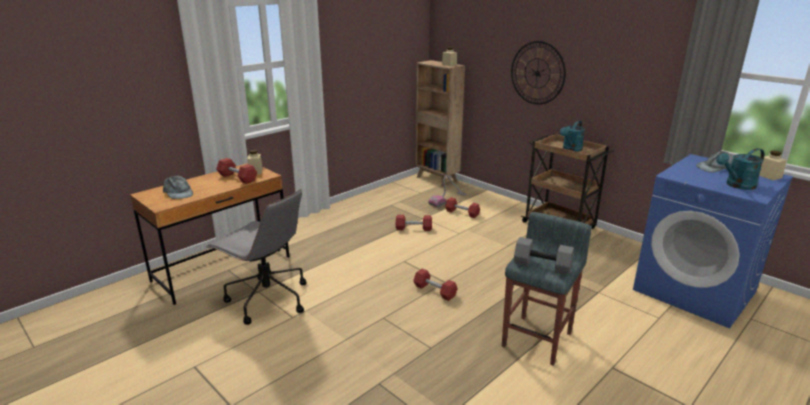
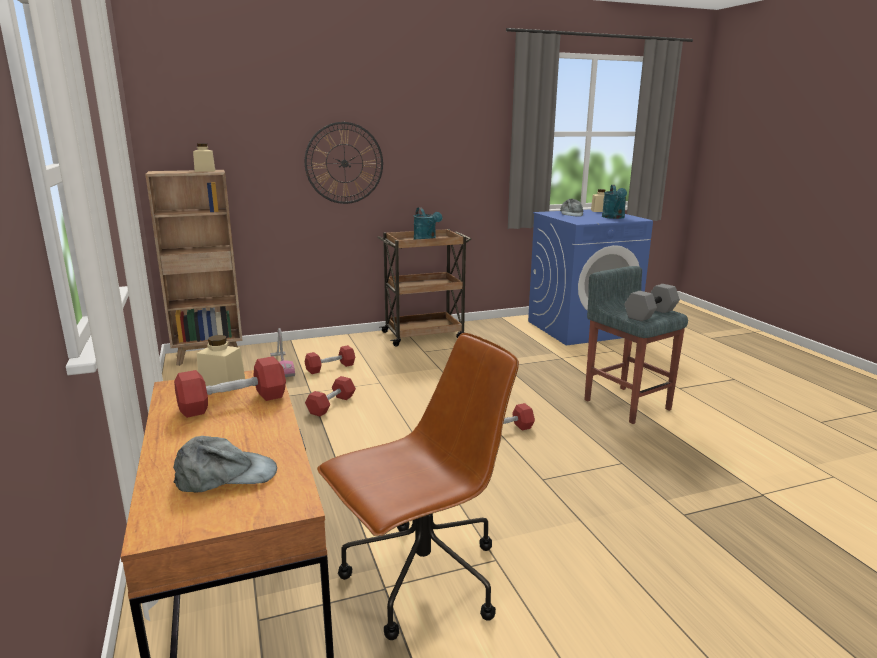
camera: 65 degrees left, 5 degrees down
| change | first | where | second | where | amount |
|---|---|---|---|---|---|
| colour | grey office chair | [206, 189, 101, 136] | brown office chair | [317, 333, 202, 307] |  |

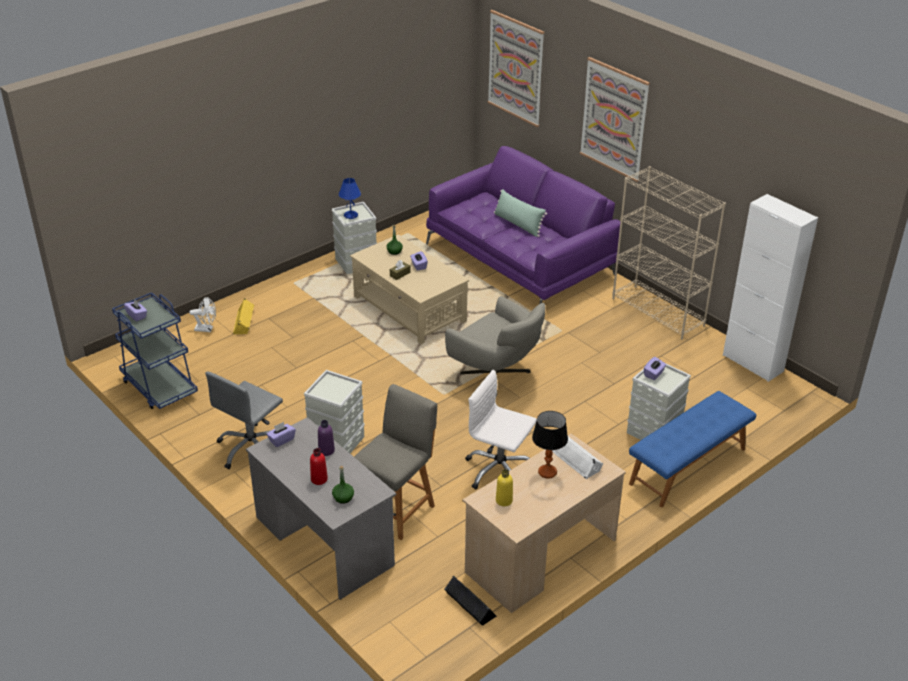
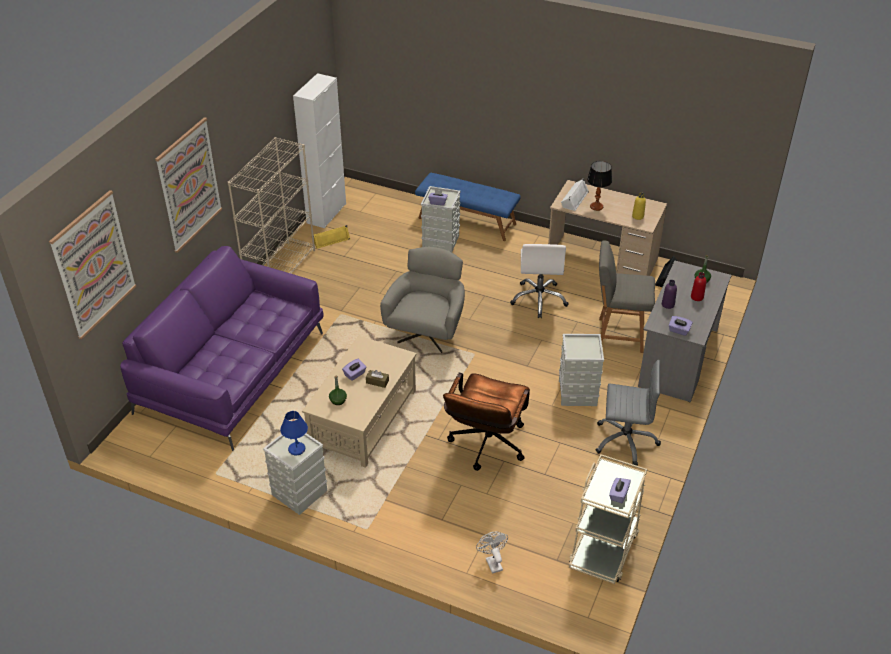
camera: 115 degrees left, 5 degrees up
| change | first | where | second | where | amount |
|---|---|---|---|---|---|
| missing | green pillow | [494, 189, 53, 48] |  |  |  |
| appeared |  |  | brown office chair | [443, 373, 87, 98] |  |
| relocated | yellow speaker | [233, 298, 21, 36] |  | [311, 225, 39, 24] |  |
| colour | blue cart | [112, 292, 86, 117] | beige cart | [569, 454, 78, 130] |  |

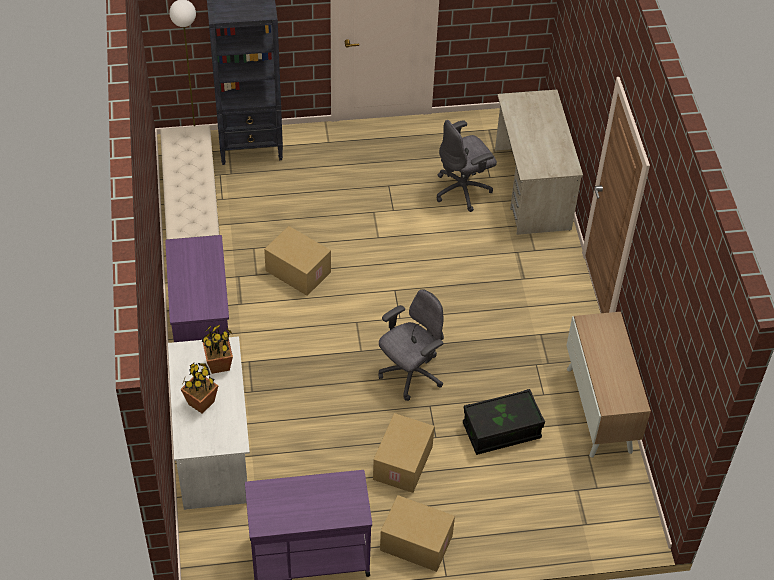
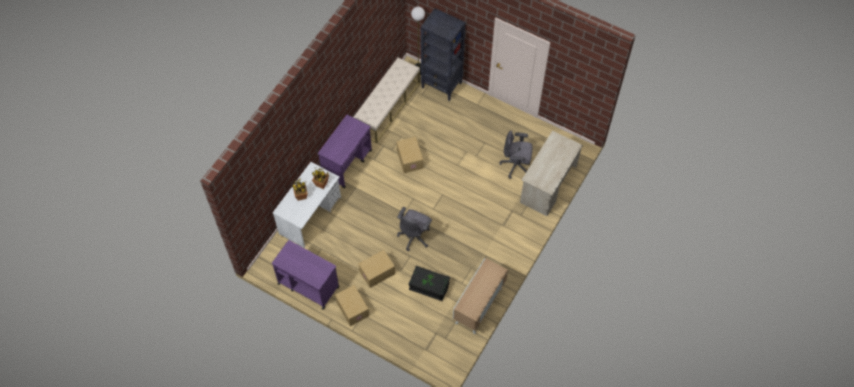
camera: 40 degrees right, 10 degrees up
| change | first | where | second | where | amount |
|---|---|---|---|---|---|
| spun | grey office chair | [378, 289, 66, 112] |  | [397, 207, 35, 44] | 120 degrees clockwise |

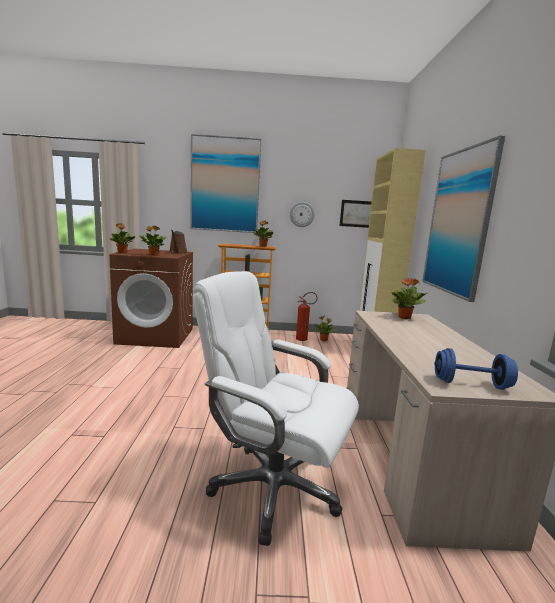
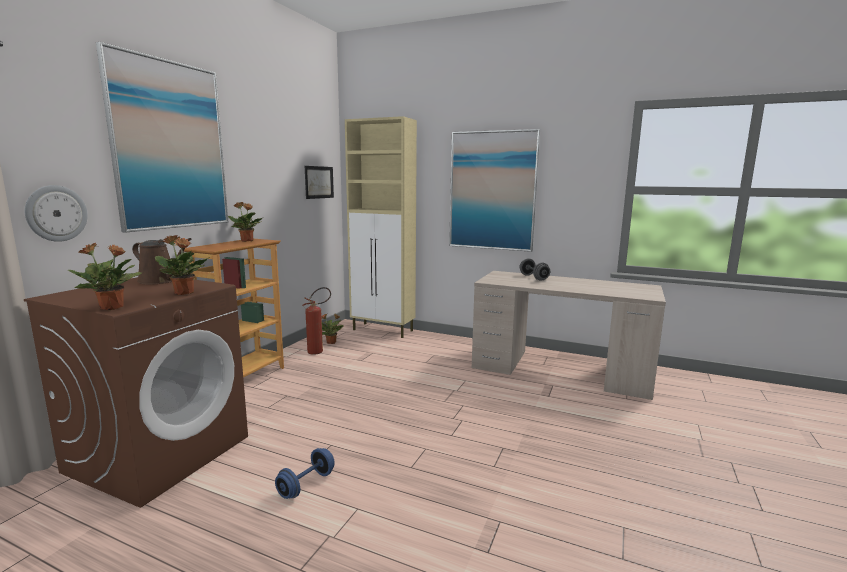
camera: 65 degrees left, 0 degrees up
| change | first | where | second | where | amount |
|---|---|---|---|---|---|
| missing | white office chair | [193, 271, 166, 275] |  |  |  |
| missing | potted plant | [391, 278, 36, 41] |  |  |  |
| appeared |  |  | grey dumbbell | [520, 258, 30, 23] |  |
| relocated | wall clock | [290, 202, 25, 25] |  | [25, 185, 63, 57] |  |
| relocated | blue dumbbell | [434, 348, 84, 42] |  | [275, 448, 60, 51] |  |

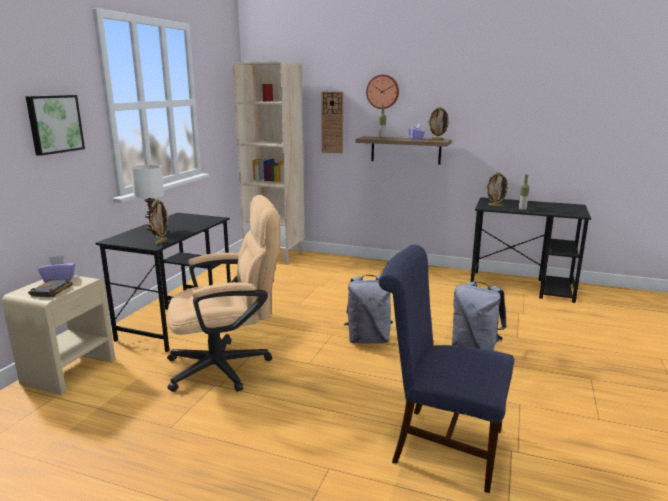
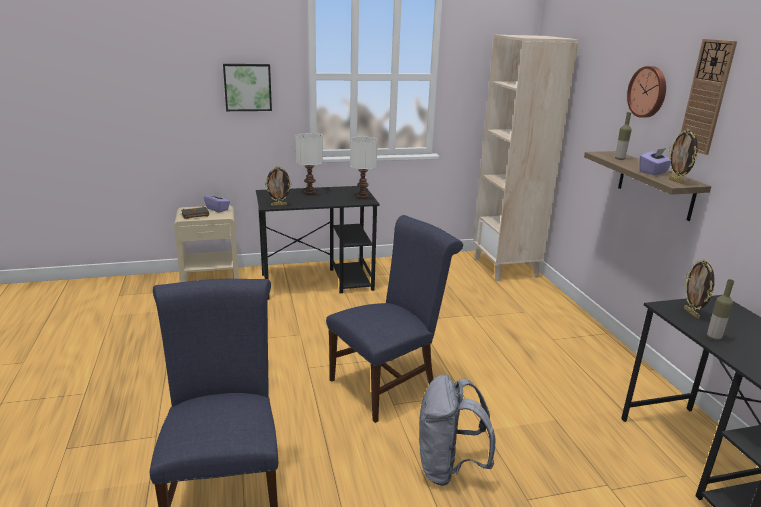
camera: 55 degrees right, 5 degrees up
| change | first | where | second | where | amount |
|---|---|---|---|---|---|
| missing | beige office chair | [167, 195, 114, 197] |  |  |  |
| appeared |  |  | white table lamp | [350, 136, 28, 63] |  |
| relocated | wall clock | [321, 91, 22, 63] |  | [681, 39, 56, 116] |  |
| exchanged | grey backpack | [344, 275, 49, 69] | blue chair | [326, 215, 137, 208] |  |

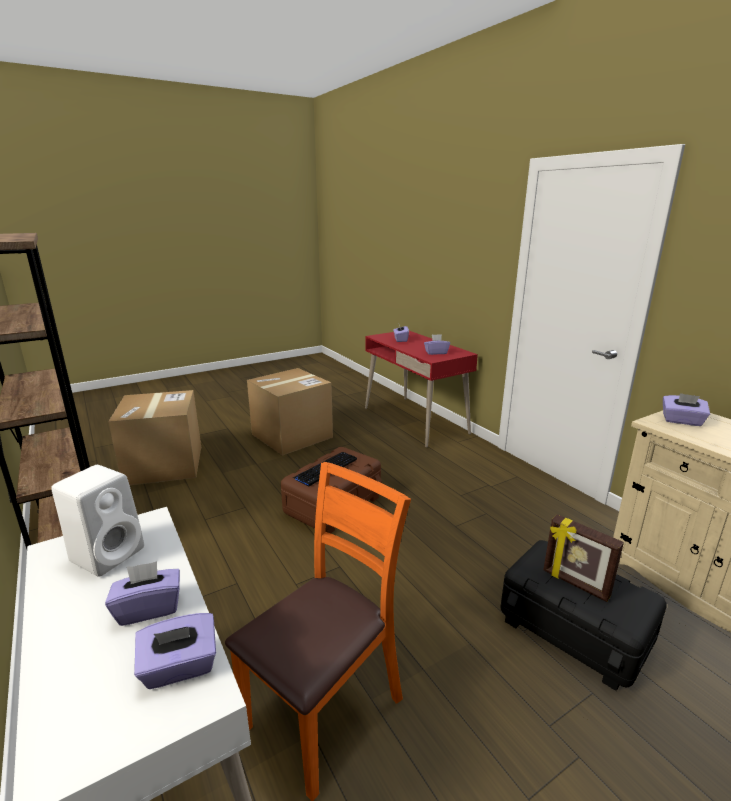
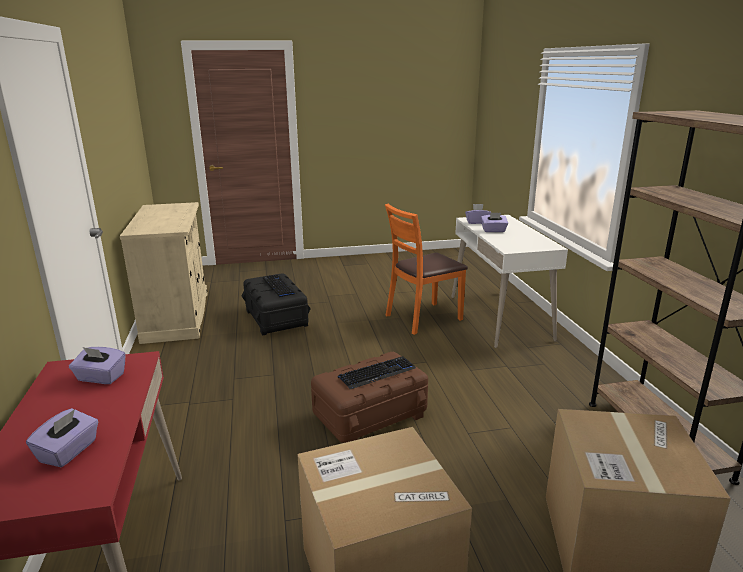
camera: 160 degrees left, 0 degrees up
| change | first | where | second | where | amount |
|---|---|---|---|---|---|
| missing | white speaker | [51, 465, 93, 112] |  |  |  |
| missing | purple tissue box | [663, 393, 47, 33] |  |  |  |
| exchanged | picture frame | [543, 514, 81, 88] | keyboard | [263, 274, 34, 23] |  |

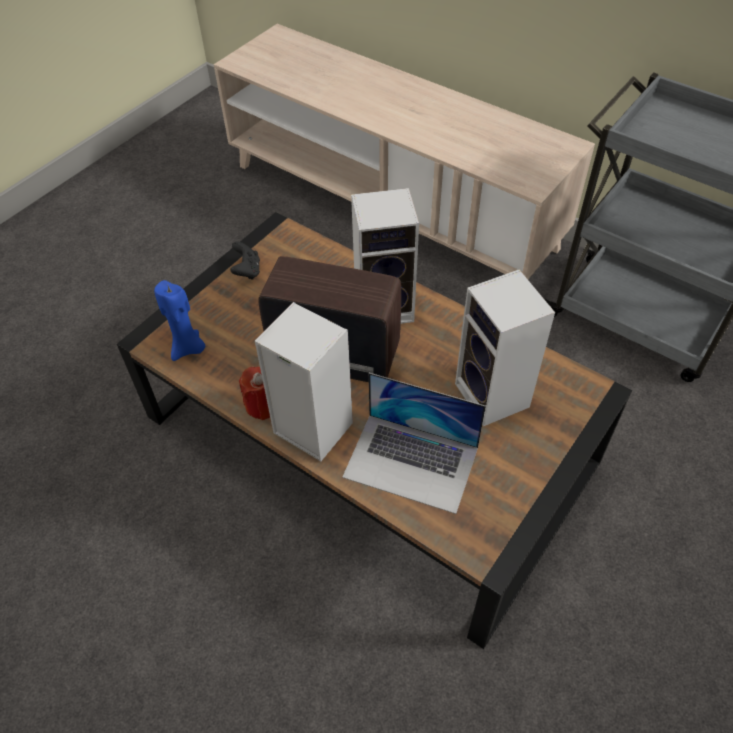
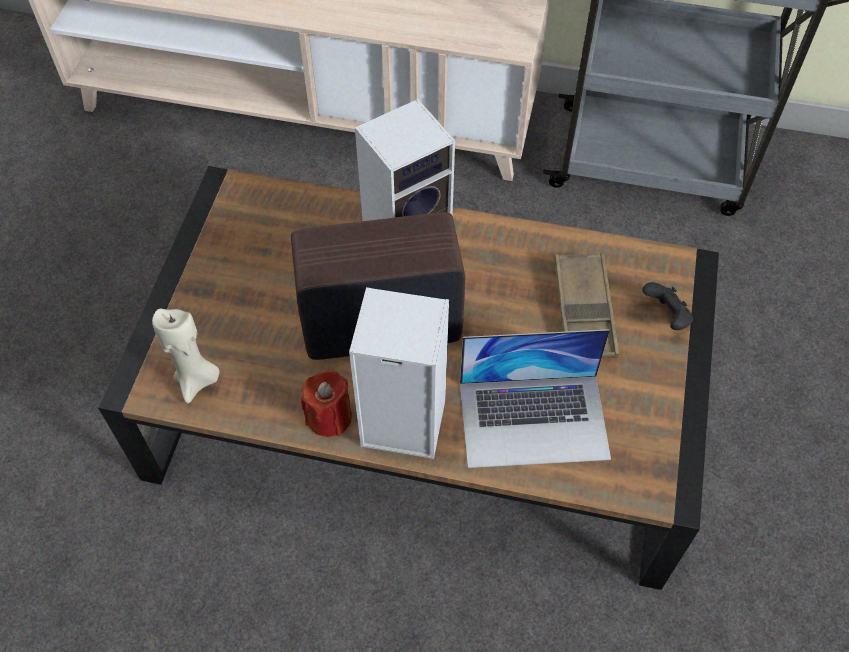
camera: 25 degrees left, 5 degrees up
| change | first | where | second | where | amount |
|---|---|---|---|---|---|
| relocated | black game controller | [230, 241, 30, 39] |  | [642, 282, 51, 48] |  |
| exchanged | speaker | [455, 269, 100, 157] | brown tray | [554, 253, 65, 105] |  |
| colour | blue candle | [154, 280, 51, 81] | beige candle | [152, 309, 68, 94] |  |

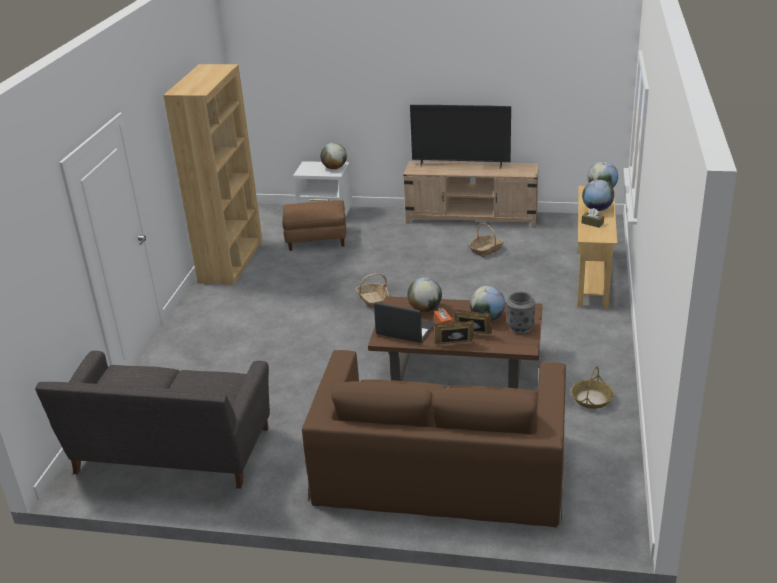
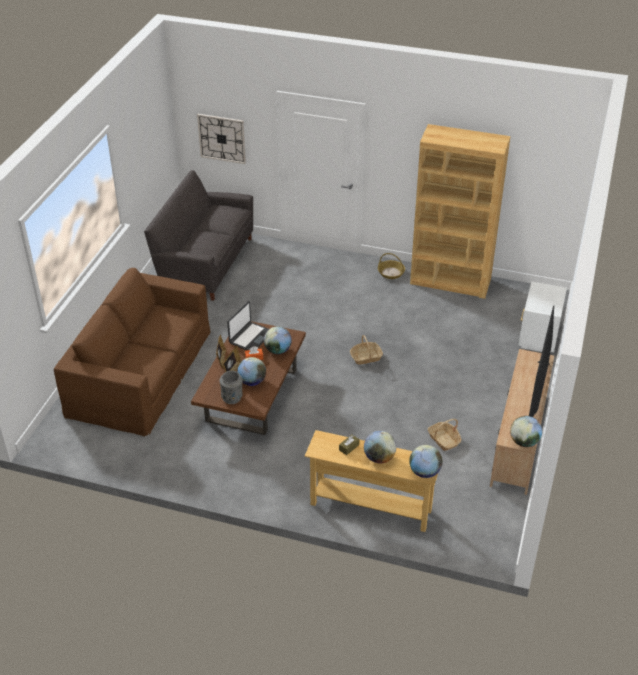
camera: 95 degrees right, 10 degrees up
| change | first | where | second | where | amount |
|---|---|---|---|---|---|
| missing | brown ottoman | [282, 200, 64, 51] |  |  |  |
| appeared |  |  | wall clock | [197, 114, 49, 50] |  |
| relocated | globe | [320, 143, 27, 26] |  | [510, 416, 32, 31] |  |
| relocated | basket | [571, 366, 43, 43] |  | [378, 253, 27, 26] |  |

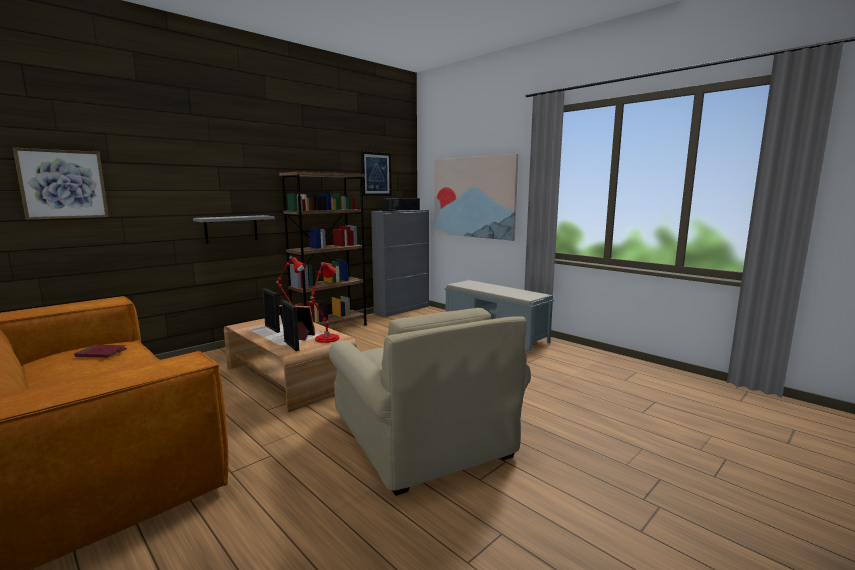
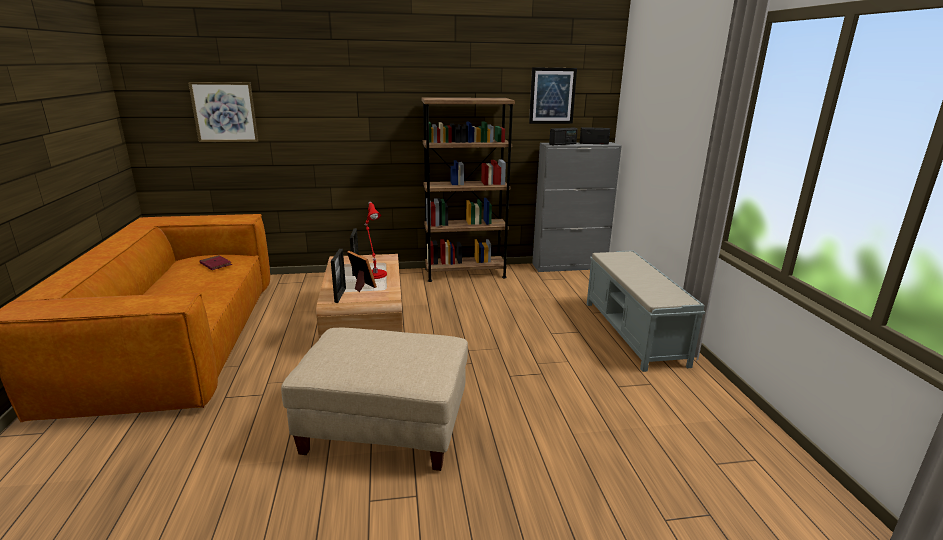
camera: 35 degrees right, 10 degrees up
| change | first | where | second | where | amount |
|---|---|---|---|---|---|
| missing | grey shelf | [193, 215, 82, 29] |  |  |  |
| missing | red table lamp | [310, 262, 29, 81] |  |  |  |
| missing | picture | [434, 154, 84, 87] |  |  |  |
| exchanged | beige armchair | [329, 308, 202, 188] | beige ottoman | [281, 328, 187, 143] |  |

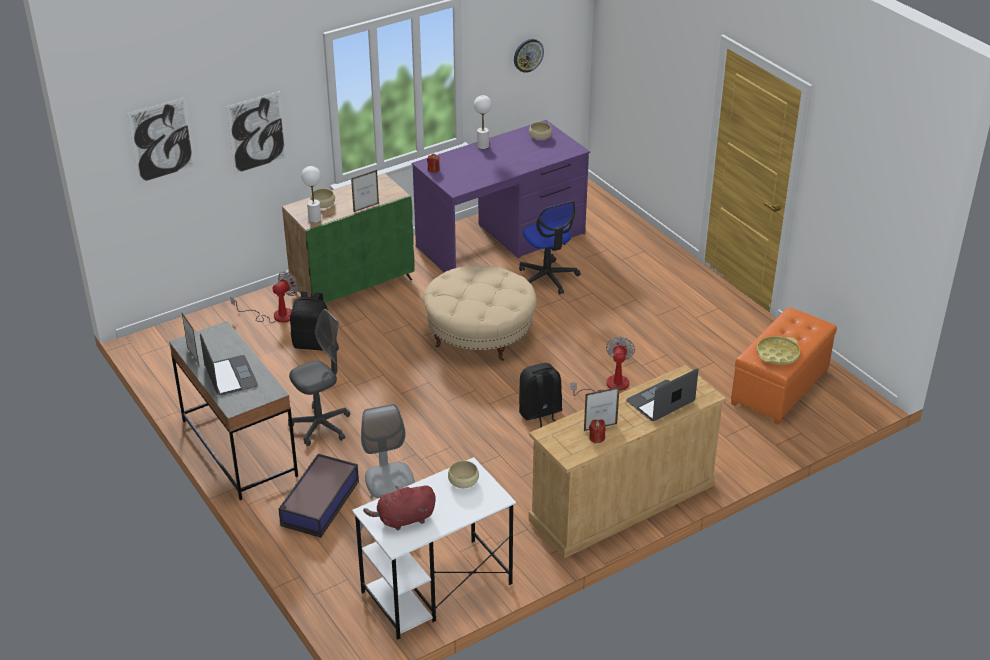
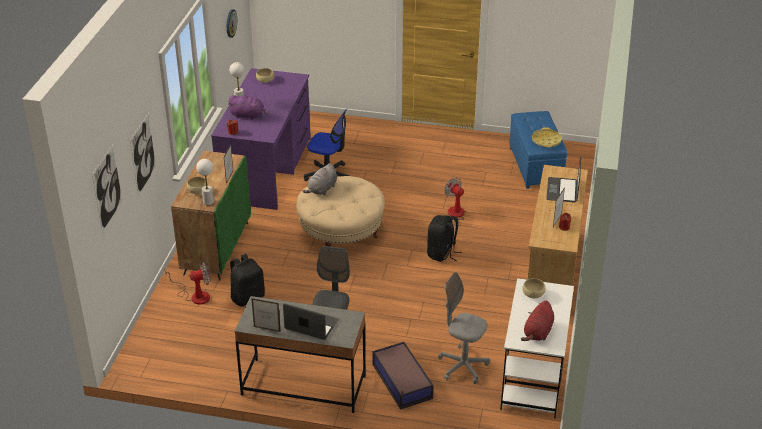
camera: 45 degrees left, 0 degrees up
| change | first | where | second | where | amount |
|---|---|---|---|---|---|
| appeared |  |  | purple plush toy | [229, 95, 40, 25] |  |
| appeared |  |  | grey plush toy | [303, 163, 34, 32] |  |
| colour | orange ottoman | [731, 307, 106, 118] | blue ottoman | [509, 111, 59, 78] |  |
| spun | fan | [230, 271, 69, 52] |  | [165, 263, 46, 42] | 75 degrees clockwise |

